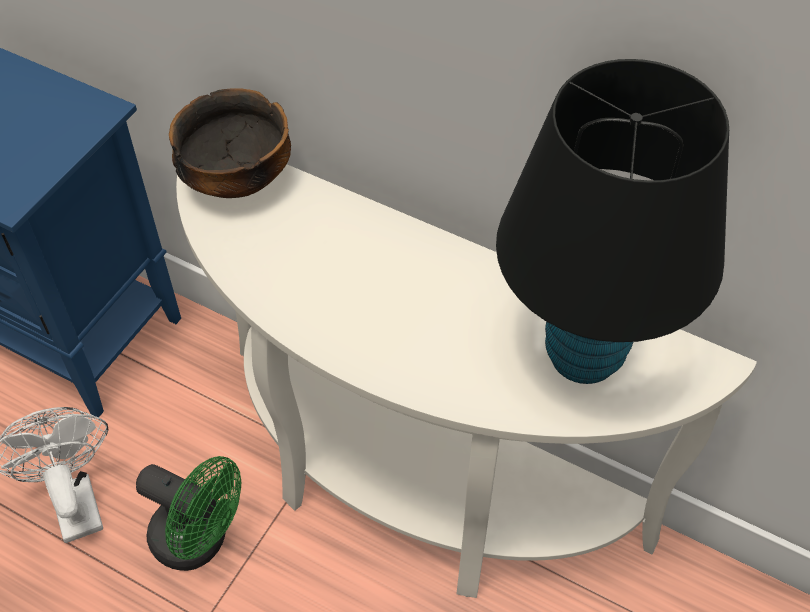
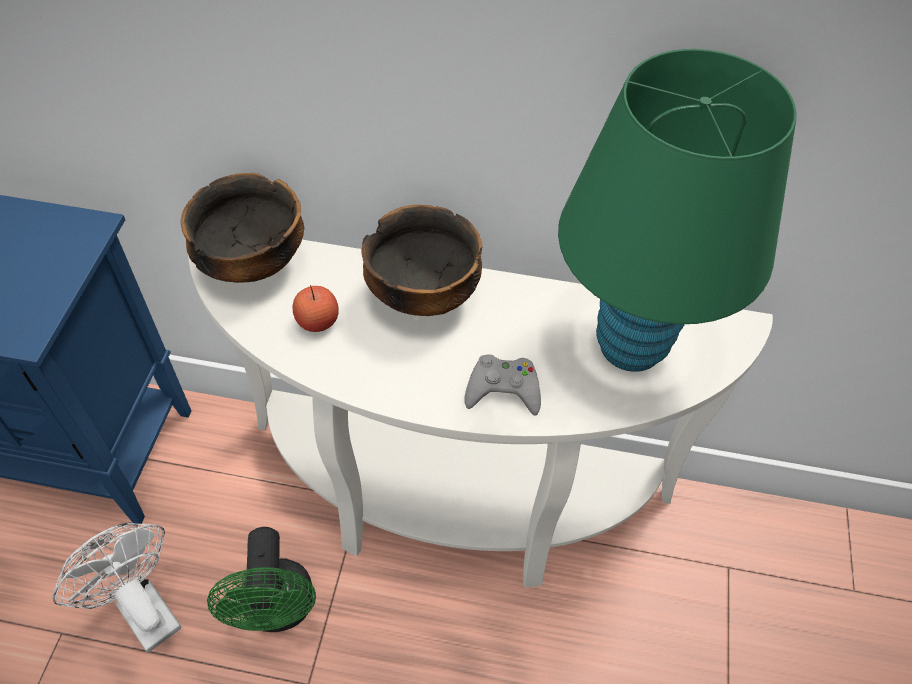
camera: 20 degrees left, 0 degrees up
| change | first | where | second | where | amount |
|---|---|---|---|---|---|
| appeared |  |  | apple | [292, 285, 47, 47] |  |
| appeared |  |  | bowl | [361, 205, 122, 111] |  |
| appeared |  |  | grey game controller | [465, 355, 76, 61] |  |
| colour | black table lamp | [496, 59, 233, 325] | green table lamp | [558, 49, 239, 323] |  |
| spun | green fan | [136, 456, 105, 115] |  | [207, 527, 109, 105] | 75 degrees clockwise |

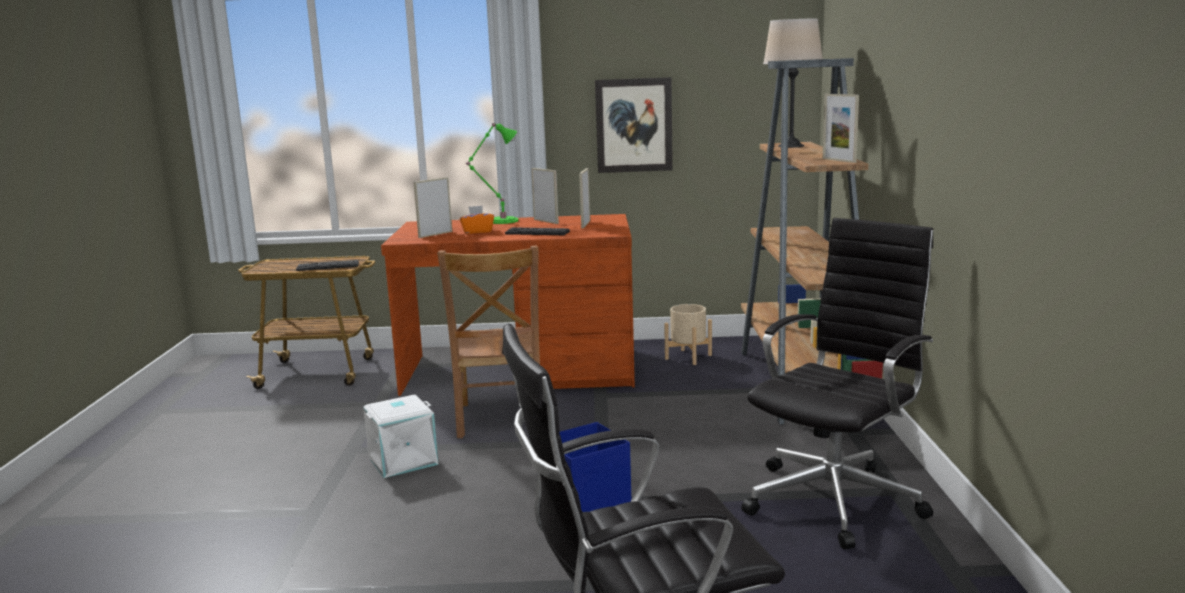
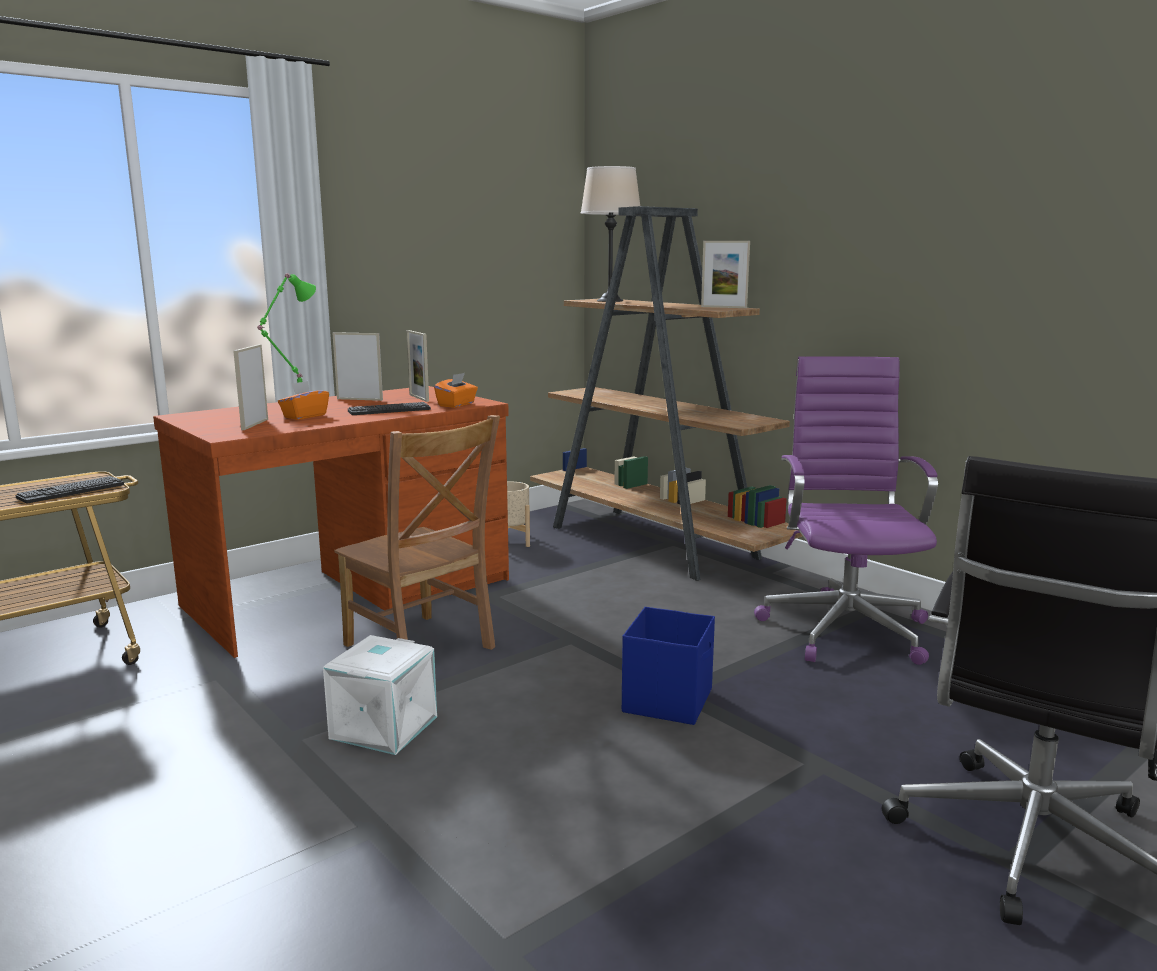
camera: 40 degrees left, 0 degrees up
| change | first | where | second | where | amount |
|---|---|---|---|---|---|
| missing | picture | [595, 77, 78, 96] |  |  |  |
| appeared |  |  | orange tissue box | [434, 373, 44, 35] |  |
| colour | black office chair | [741, 218, 192, 331] | purple office chair | [754, 356, 184, 309] |  |

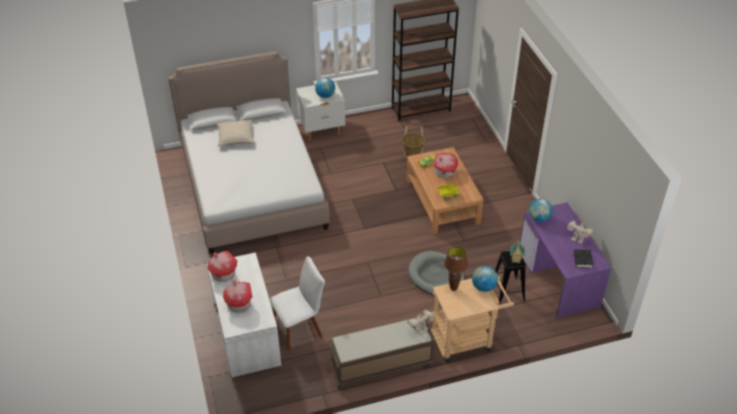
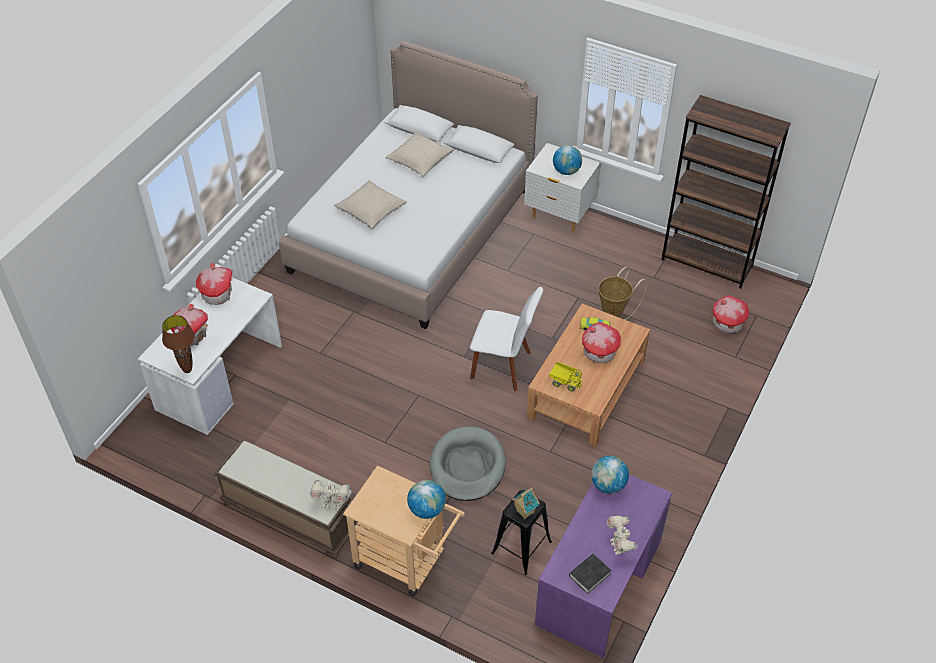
camera: 45 degrees right, 5 degrees up
| change | first | where | second | where | amount |
|---|---|---|---|---|---|
| appeared |  |  | beige pillow | [334, 180, 73, 49] |  |
| appeared |  |  | toy house | [713, 295, 36, 38] |  |
| relocated | white chair | [269, 256, 56, 95] |  | [470, 287, 73, 104] |  |
| relocated | brown table lamp | [444, 247, 24, 44] |  | [162, 315, 33, 58] |  |

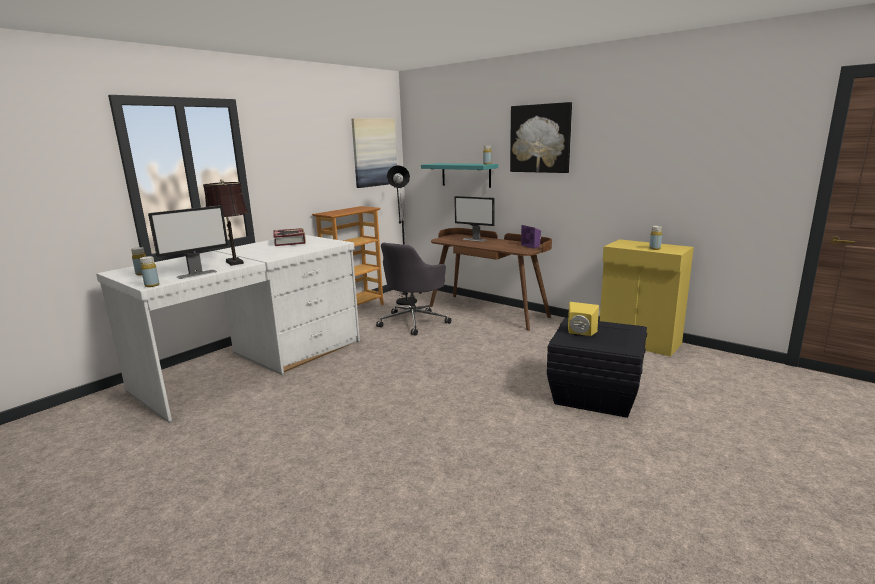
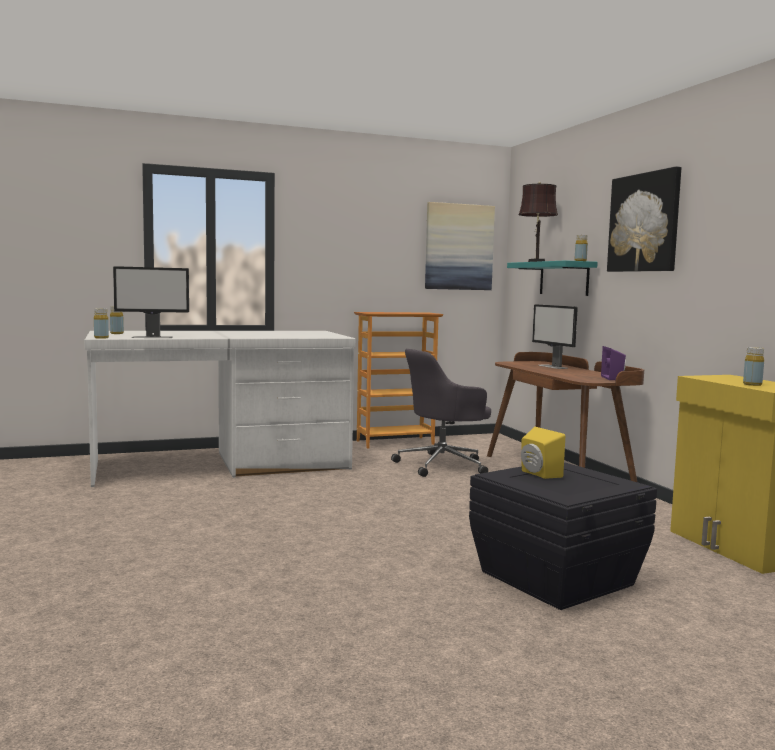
camera: 30 degrees right, 10 degrees down
| change | first | where | second | where | amount |
|---|---|---|---|---|---|
| missing | book | [273, 228, 33, 18] |  |  |  |
| missing | black floor lamp | [387, 165, 30, 140] |  |  |  |
| relocated | brown table lamp | [203, 179, 45, 87] |  | [519, 182, 39, 80] |  |

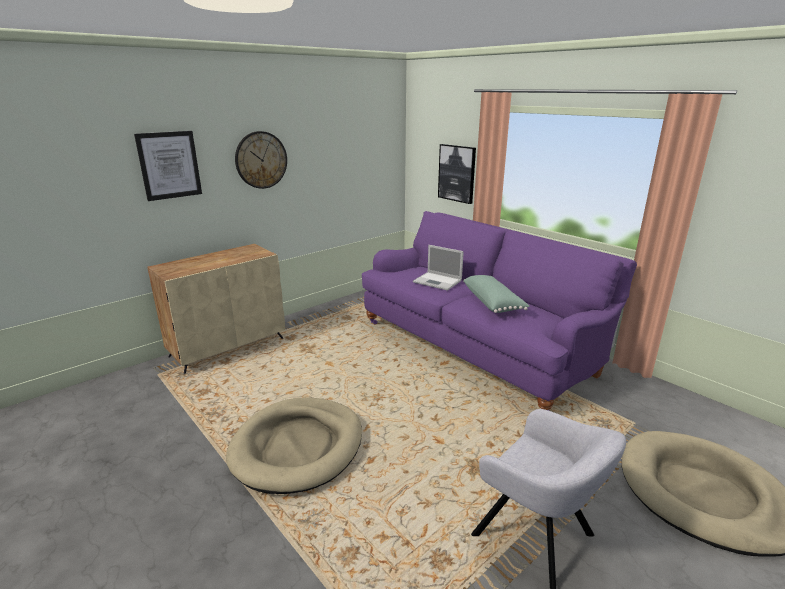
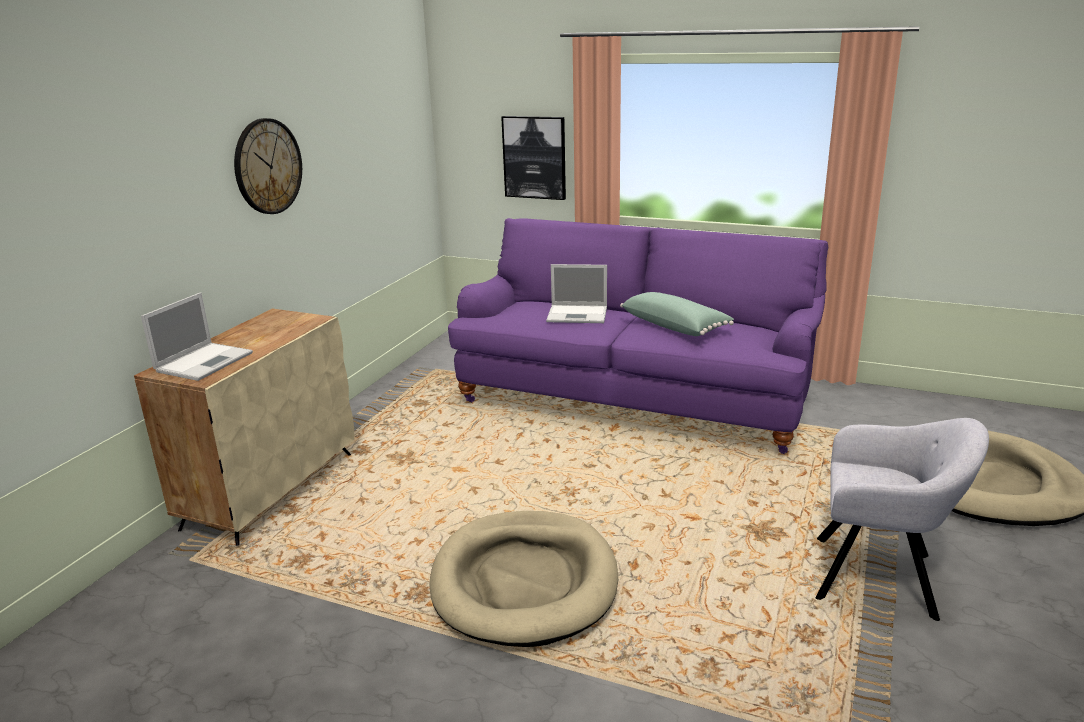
camera: 25 degrees left, 0 degrees up
| change | first | where | second | where | amount |
|---|---|---|---|---|---|
| missing | picture | [134, 131, 68, 70] |  |  |  |
| appeared |  |  | laptop | [141, 292, 112, 89] |  |

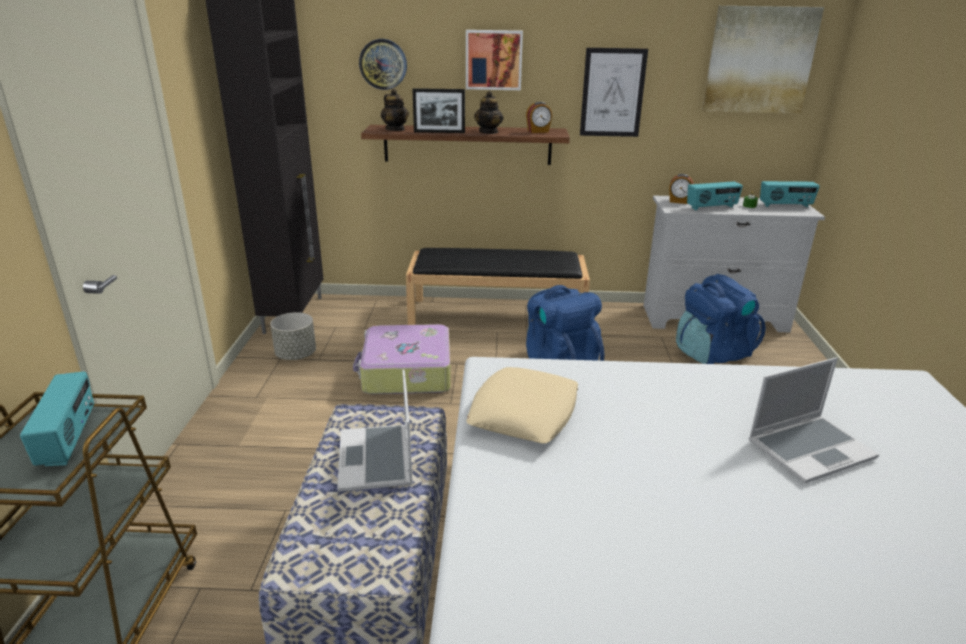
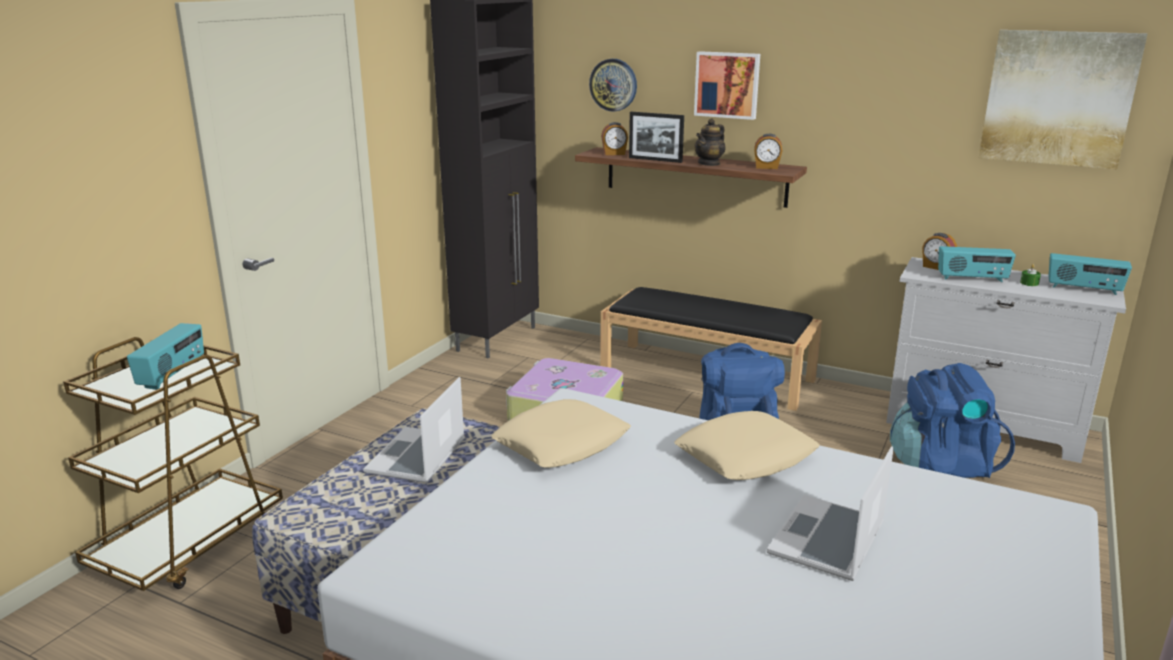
camera: 25 degrees right, 5 degrees down
| change | first | where | second | where | amount |
|---|---|---|---|---|---|
| missing | grey planter | [270, 312, 46, 48] |  |  |  |
| missing | picture | [580, 48, 68, 89] |  |  |  |
| appeared |  |  | beige pillow | [674, 411, 145, 69] |  |
| exchanged | teapot | [381, 89, 28, 42] | alarm clock | [601, 122, 27, 33] |  |
| spun | laptop | [748, 358, 131, 125] |  | [767, 446, 127, 135] | 120 degrees clockwise |

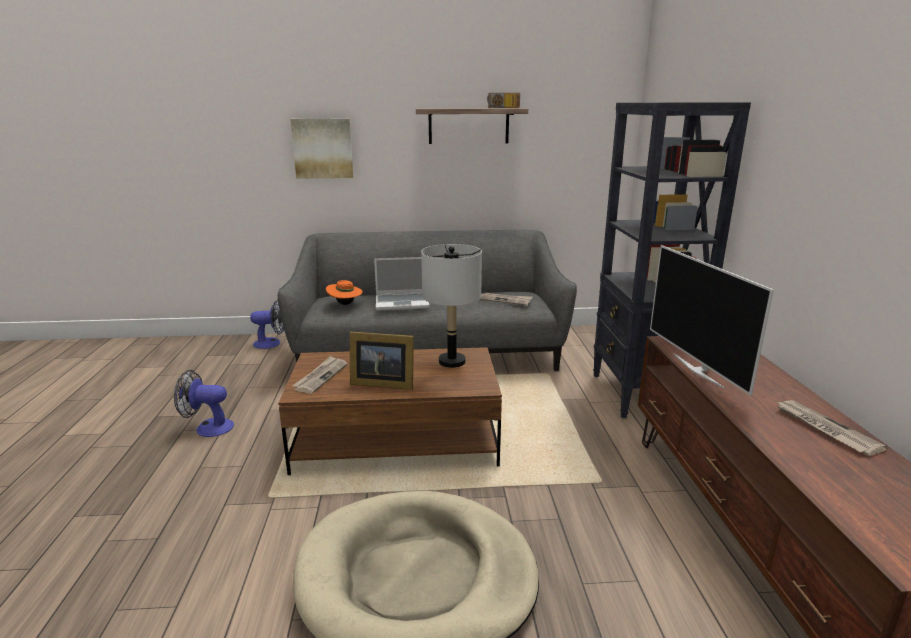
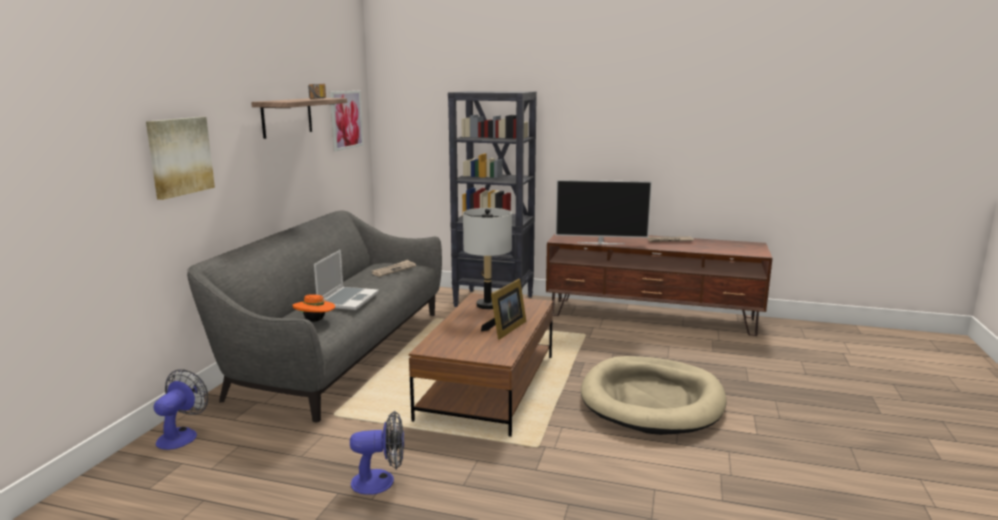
camera: 70 degrees left, 5 degrees down
| change | first | where | second | where | amount |
|---|---|---|---|---|---|
| missing | newspaper | [292, 356, 55, 38] |  |  |  |
| appeared |  |  | picture | [330, 91, 33, 60] |  |
| spun | fan | [174, 370, 60, 67] |  | [350, 411, 54, 84] | 120 degrees counterclockwise |

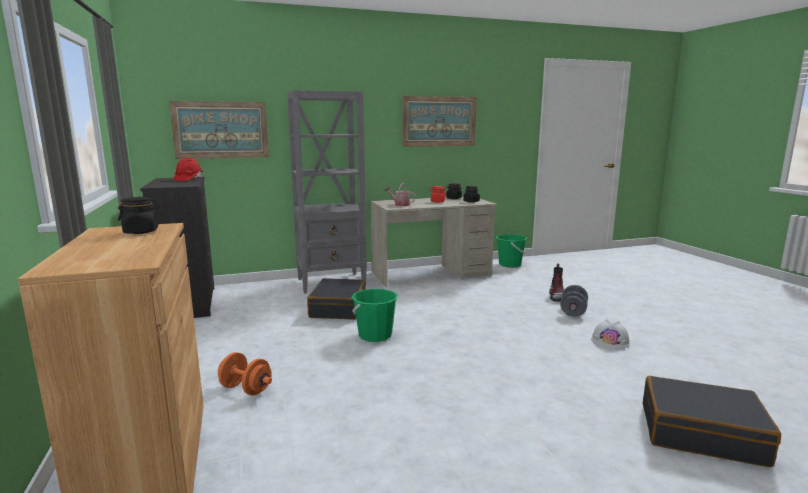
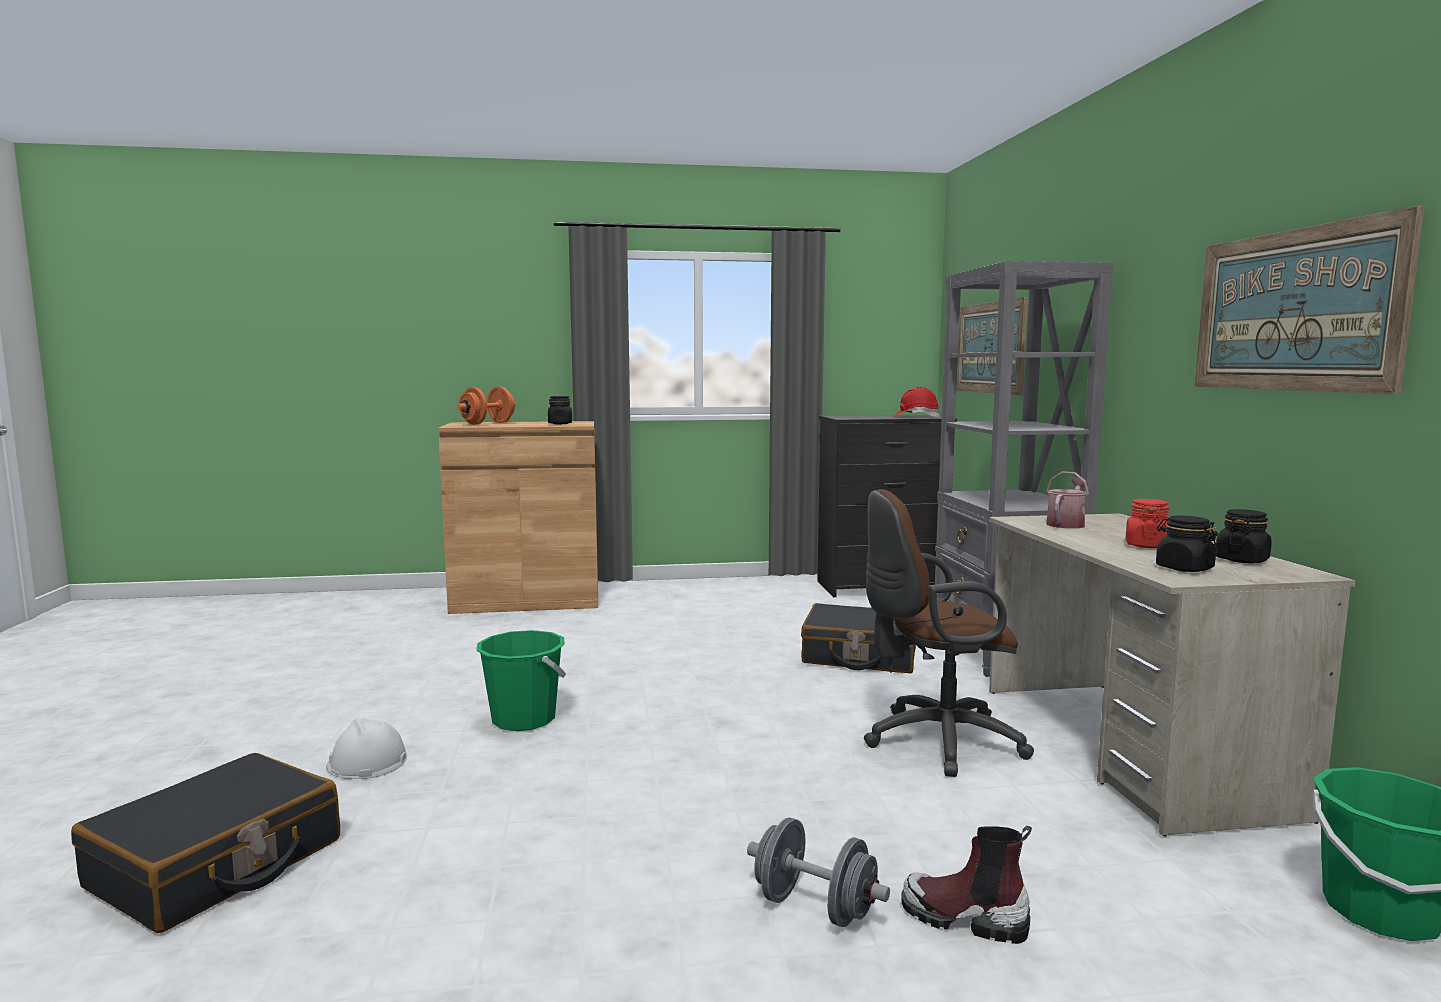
camera: 100 degrees right, 5 degrees down
| change | first | where | second | where | amount |
|---|---|---|---|---|---|
| appeared |  |  | brown office chair | [864, 489, 170, 288] |  |
| relocated | orange dumbbell | [218, 352, 54, 44] |  | [457, 387, 59, 38] |  |
| relocated | green bucket | [351, 289, 47, 53] |  | [476, 630, 90, 101] |  |
| relocated | white hard hat | [591, 319, 39, 31] |  | [326, 718, 81, 61] |  |

